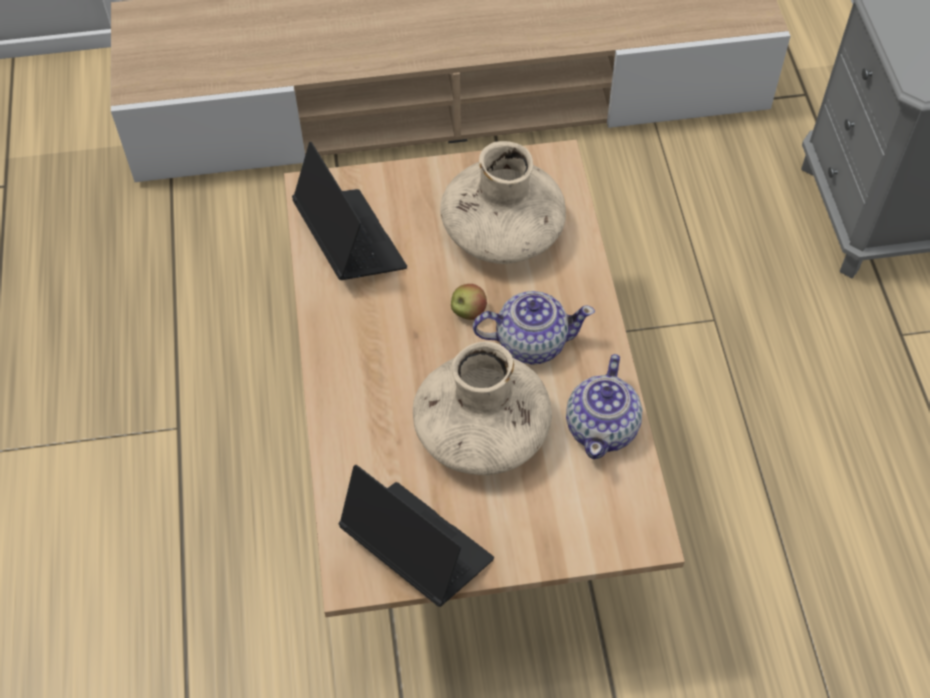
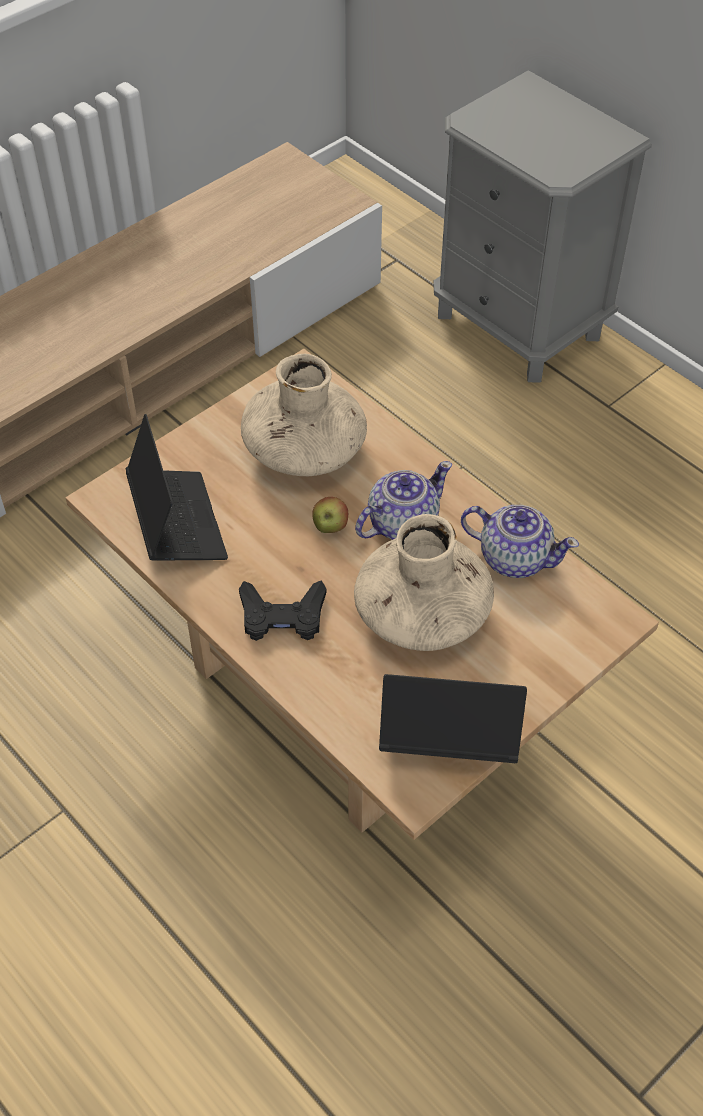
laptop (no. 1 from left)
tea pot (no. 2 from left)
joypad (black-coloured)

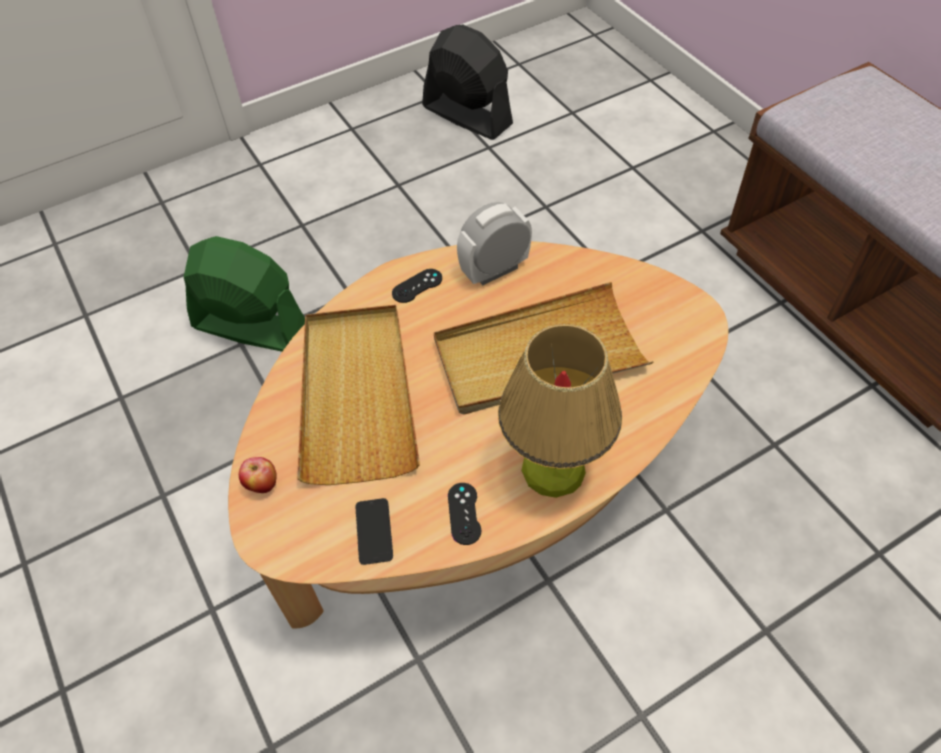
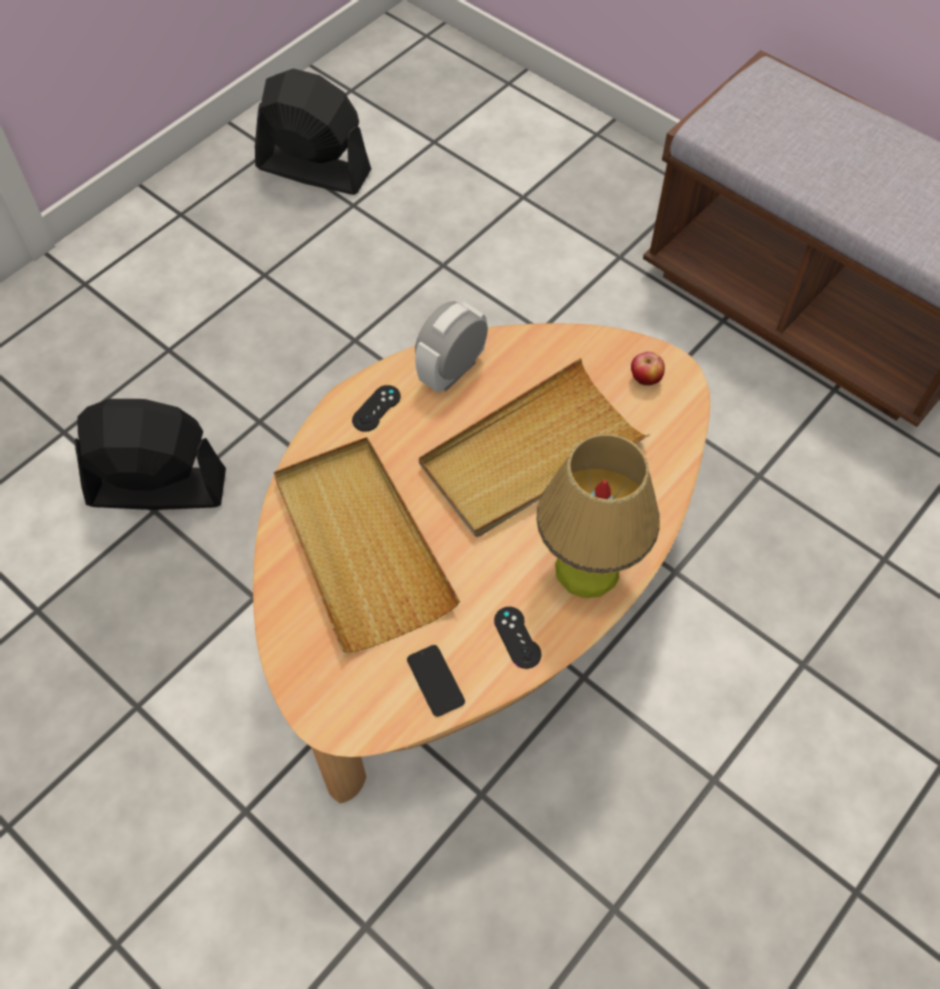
fan (black-coloured) (no. 1 from left)
whole apple

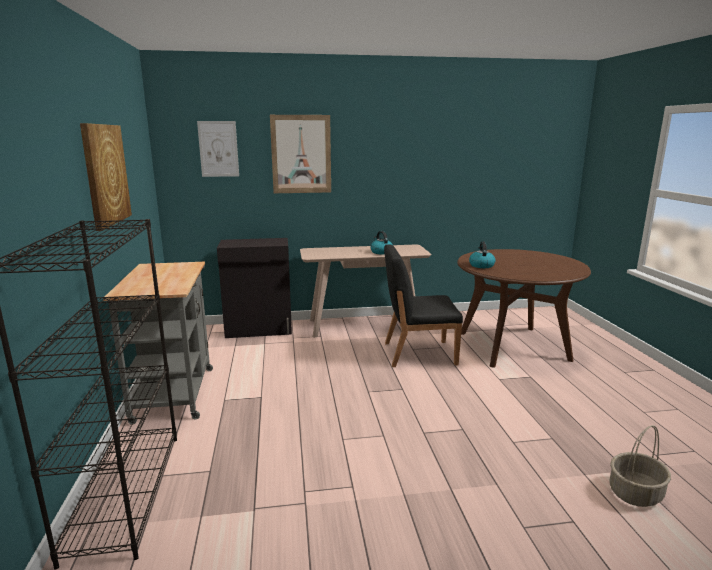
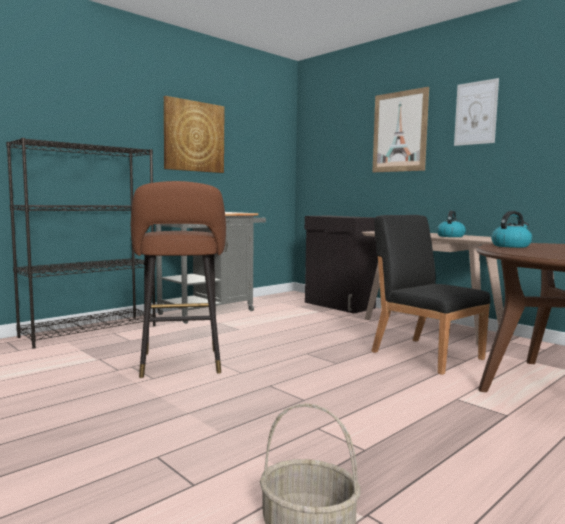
wall picture (no. 3 from left)
stool seat (brownish)

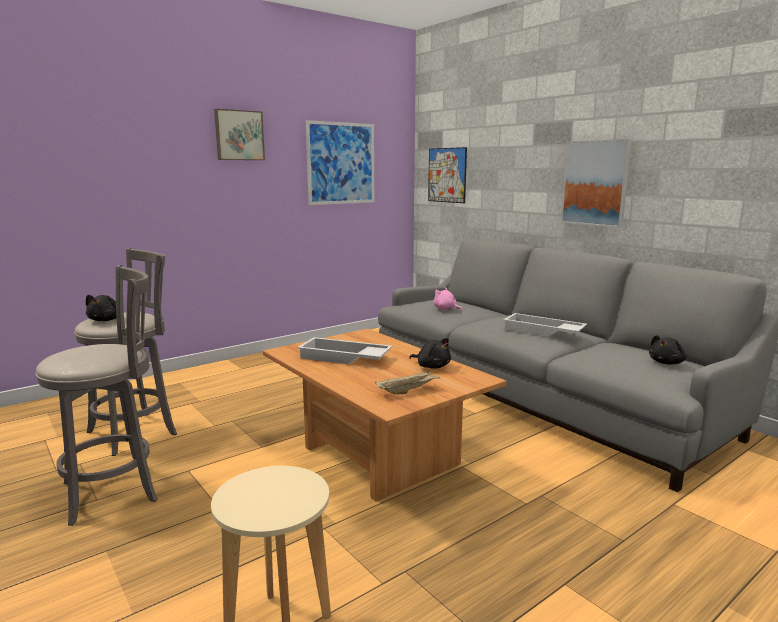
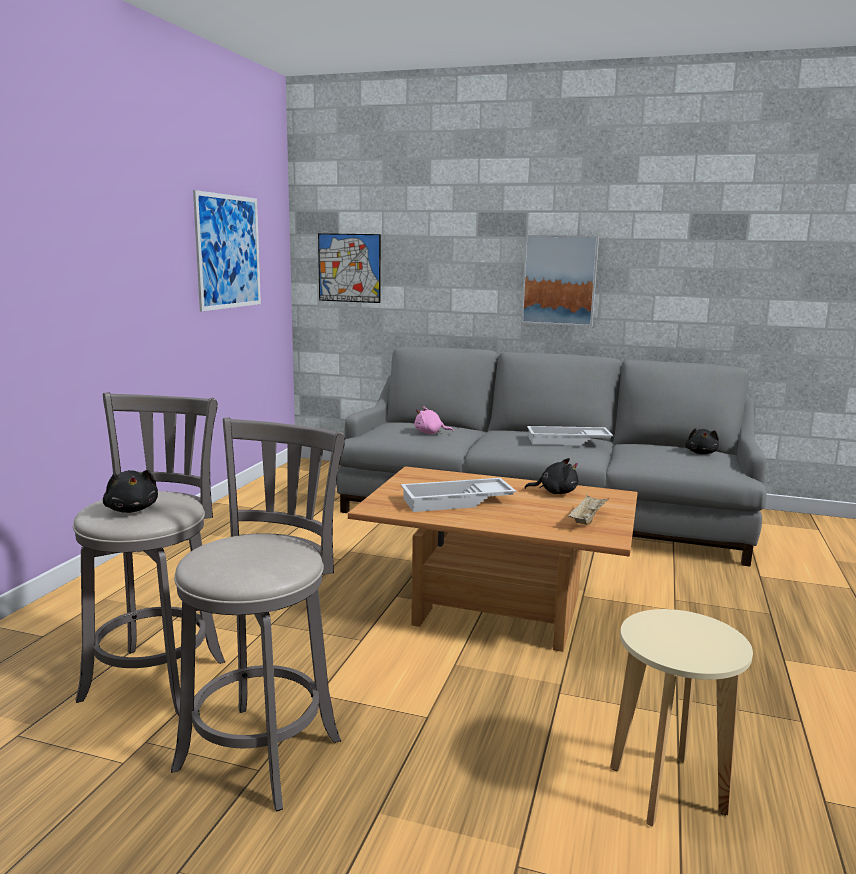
wall picture (no. 1 from left in the first image)

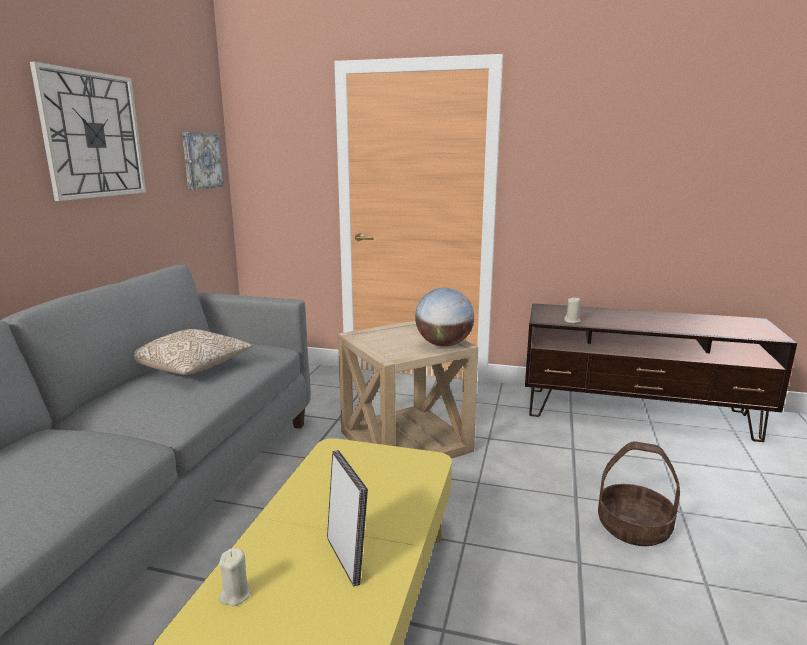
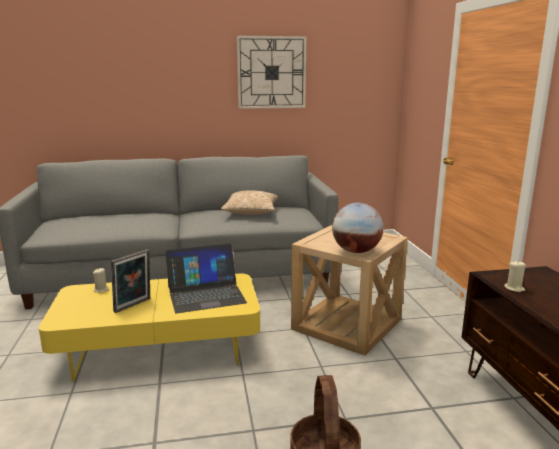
wall picture
laptop

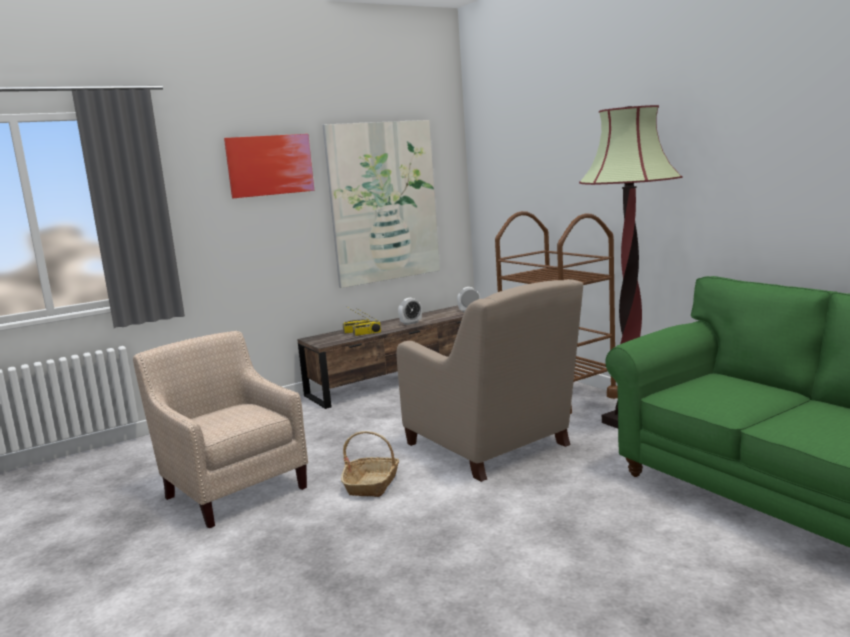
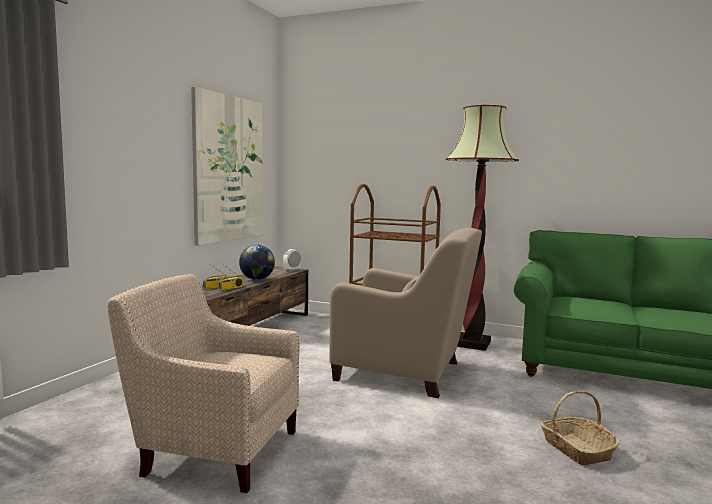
wall picture (no. 1 from left in the first image)
basket
globe

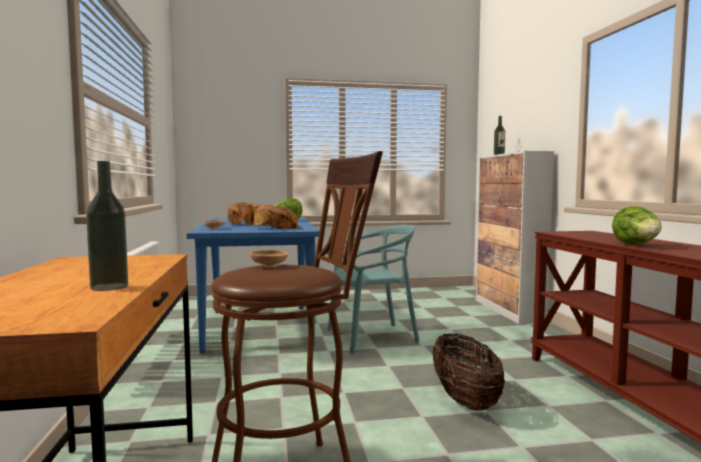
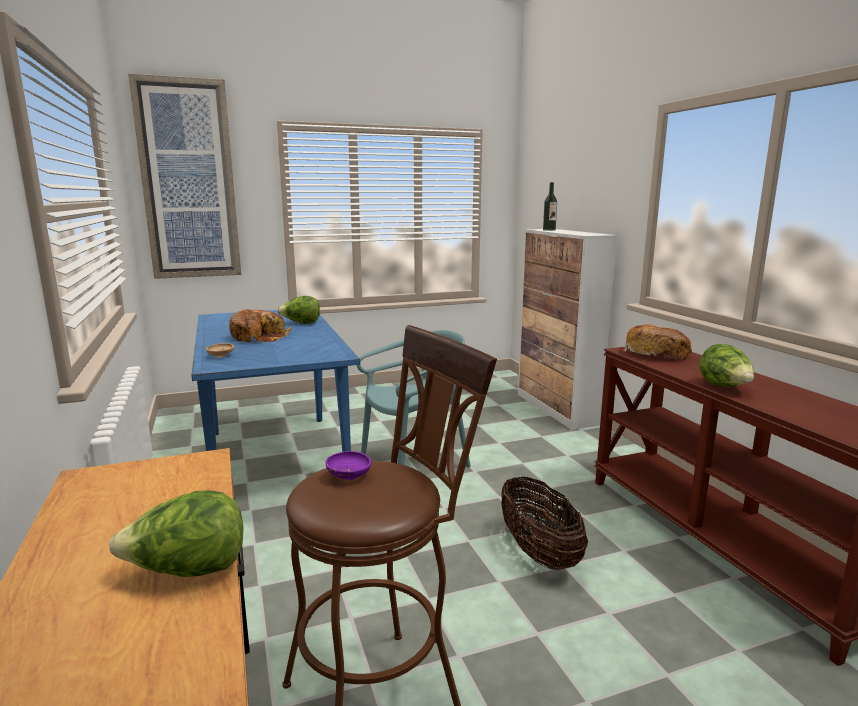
lettuce head (no. 1 from left)
deep dish (purple-coloured)
baked bread (no. 2 from left)
wall picture

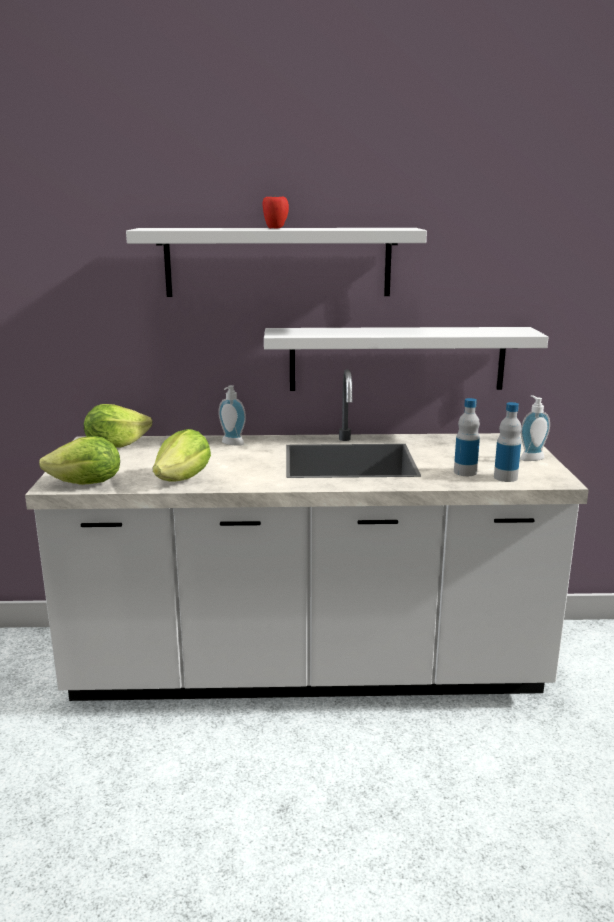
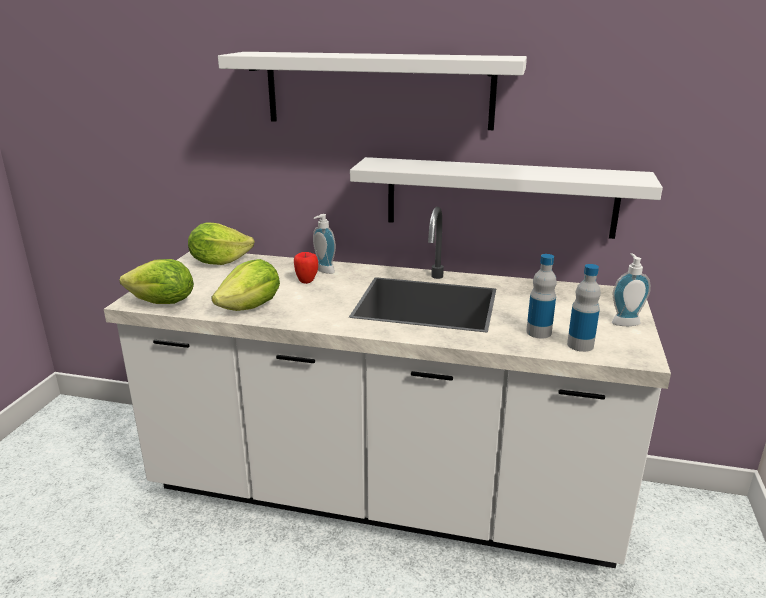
whole apple

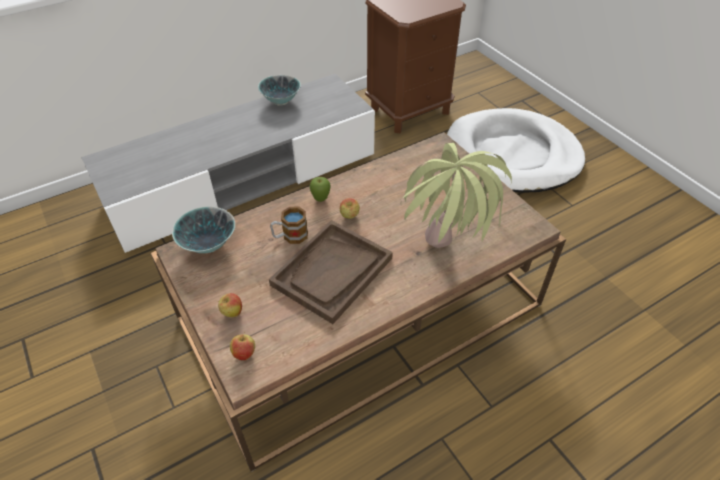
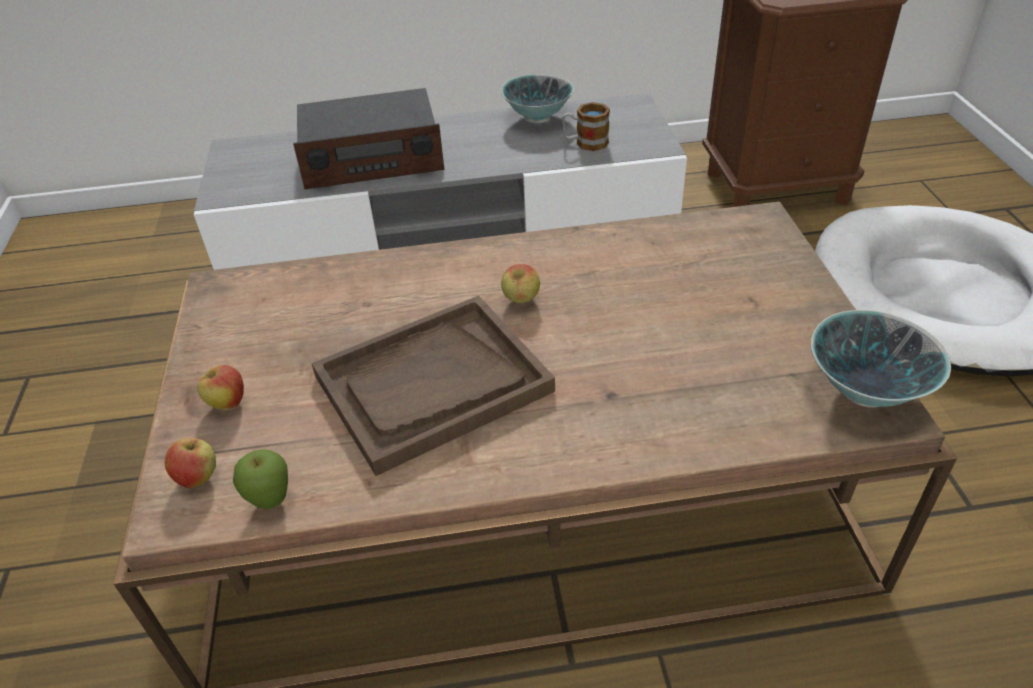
deep dish (no. 2 from left)
coffee mug
whole apple (no. 3 from left)
potted plant
radio receiver

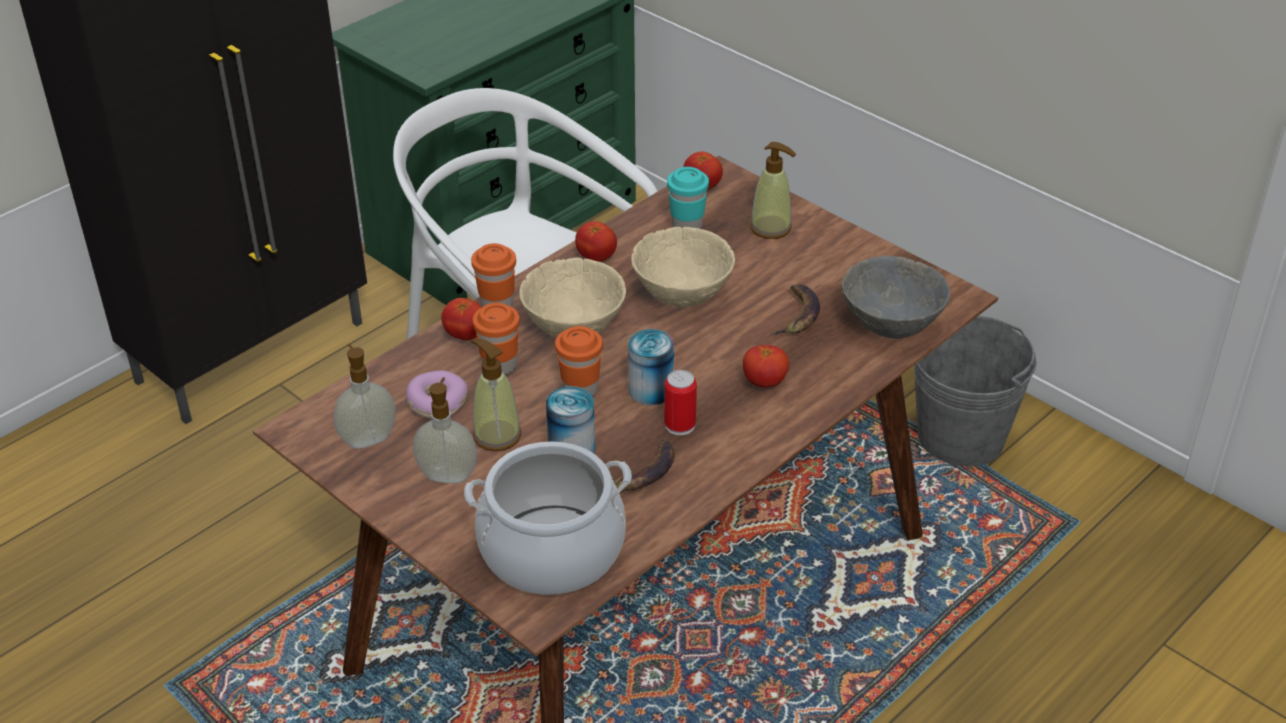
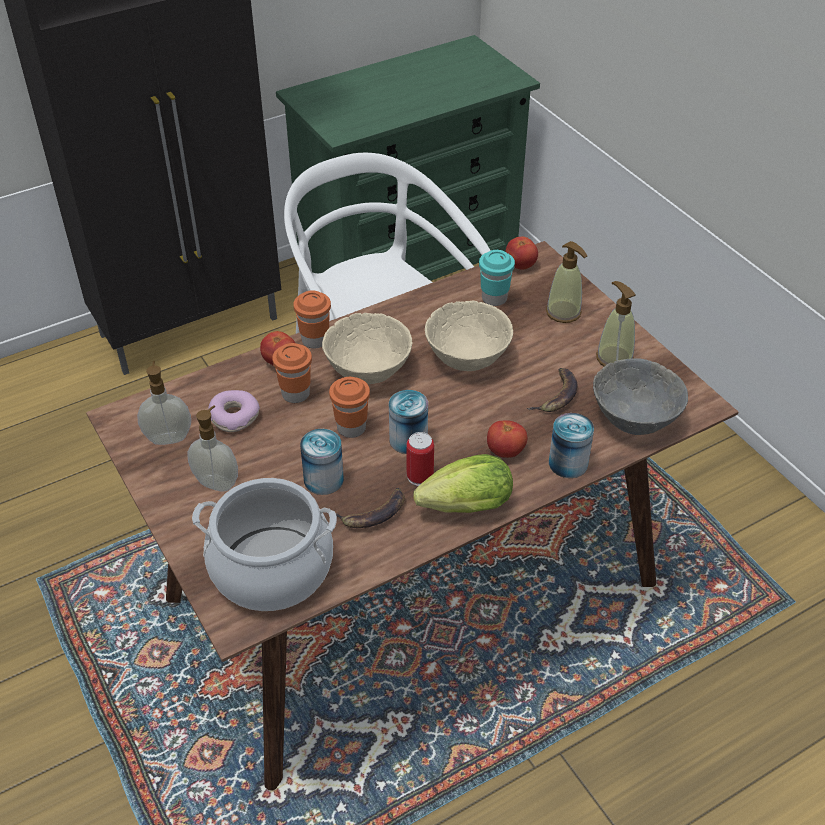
soap bottle (no. 4 from left)
fresh tomato (no. 2 from left in the first image)
water bucket (greyish)
lettuce head
metal can (no. 4 from left)

